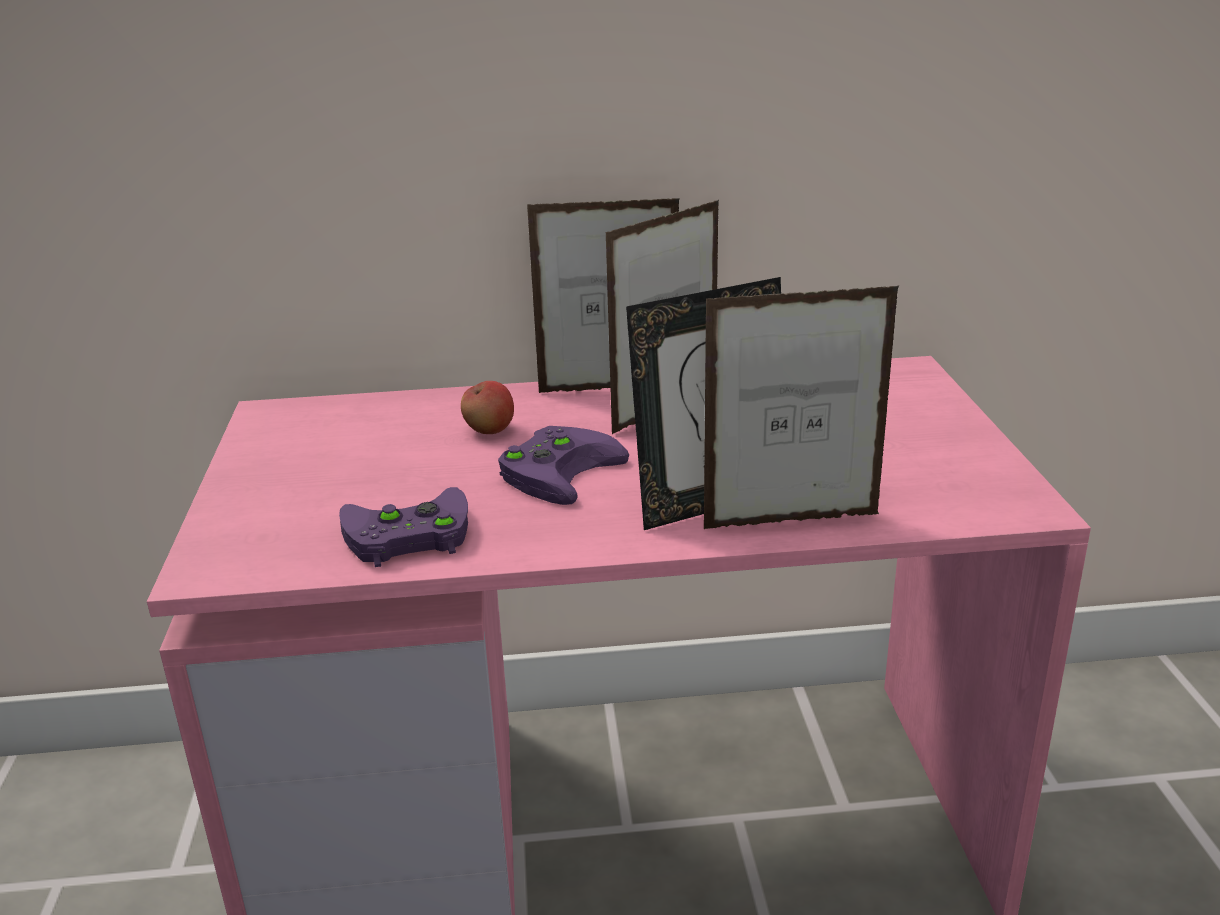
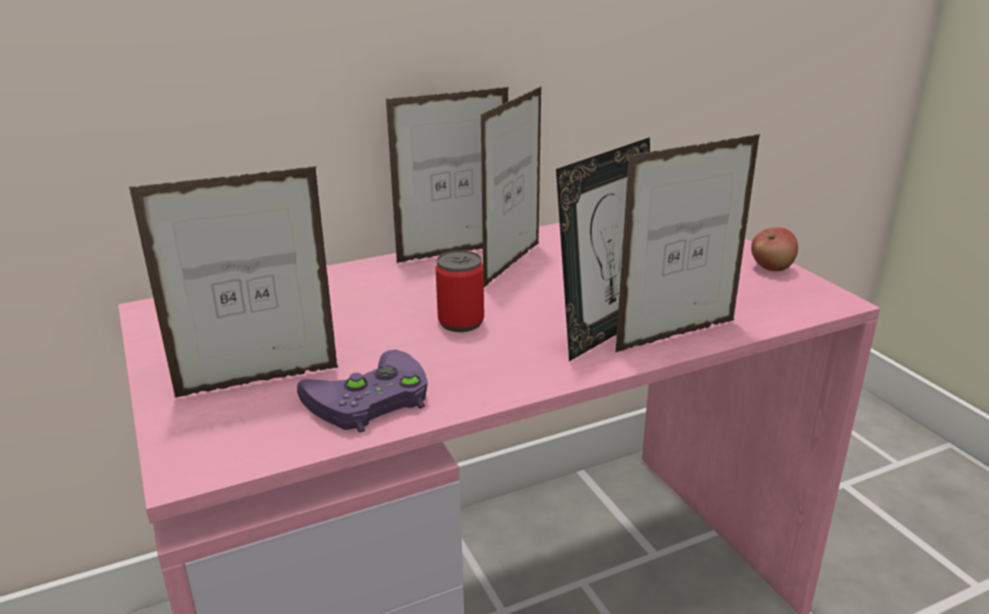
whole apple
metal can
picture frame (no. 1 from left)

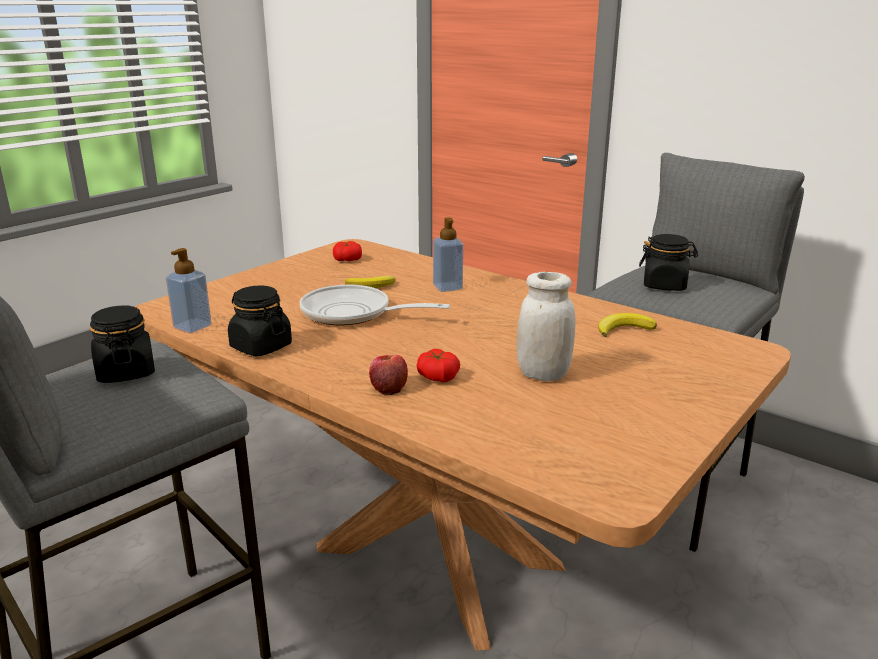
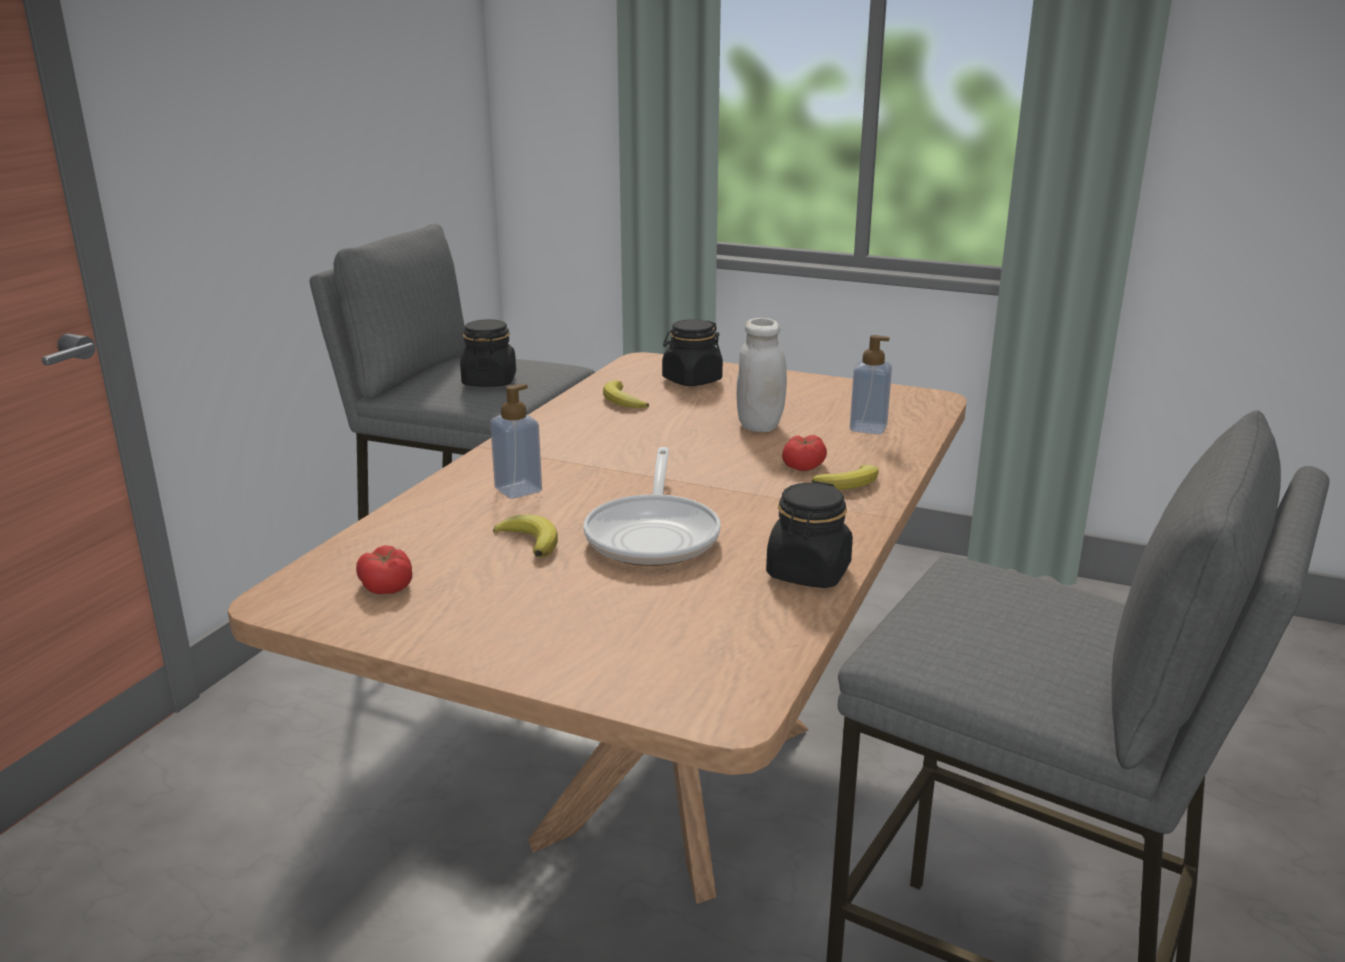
jar (black-coloured) (no. 2 from left)
soap bottle (no. 2 from left)
banana (no. 3 from left)

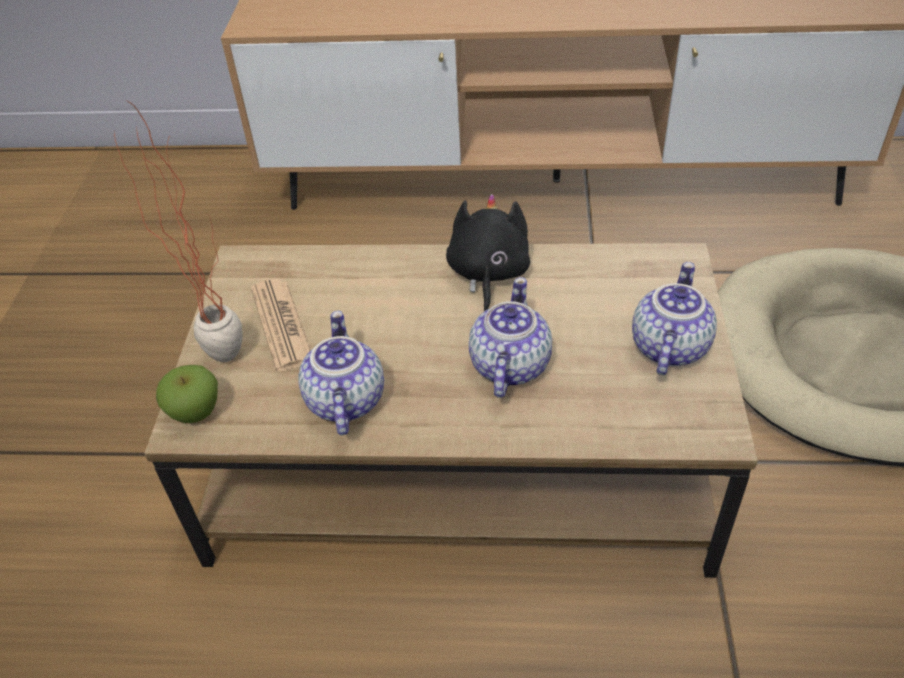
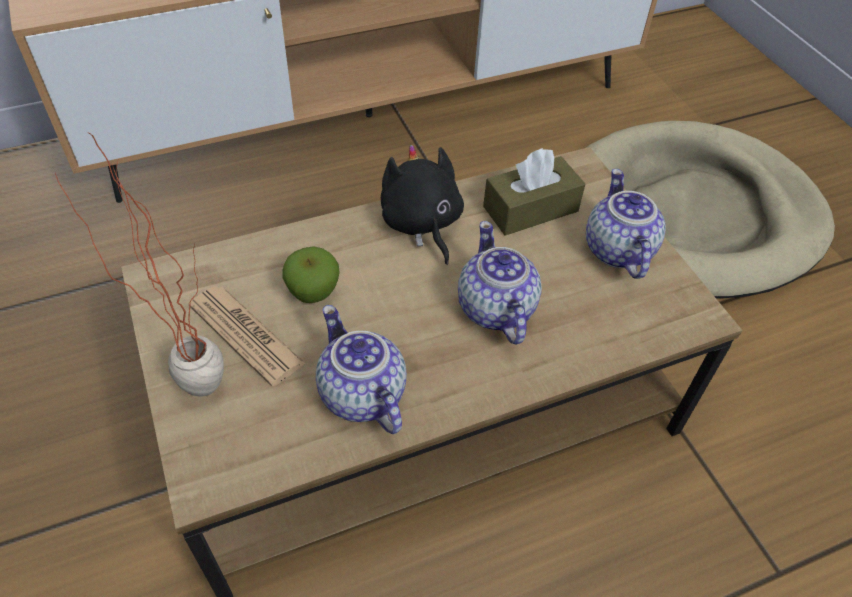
whole apple
box of tissues (brownish)

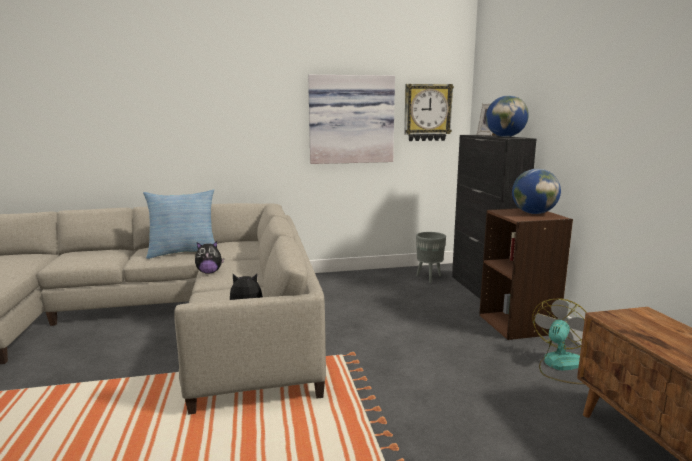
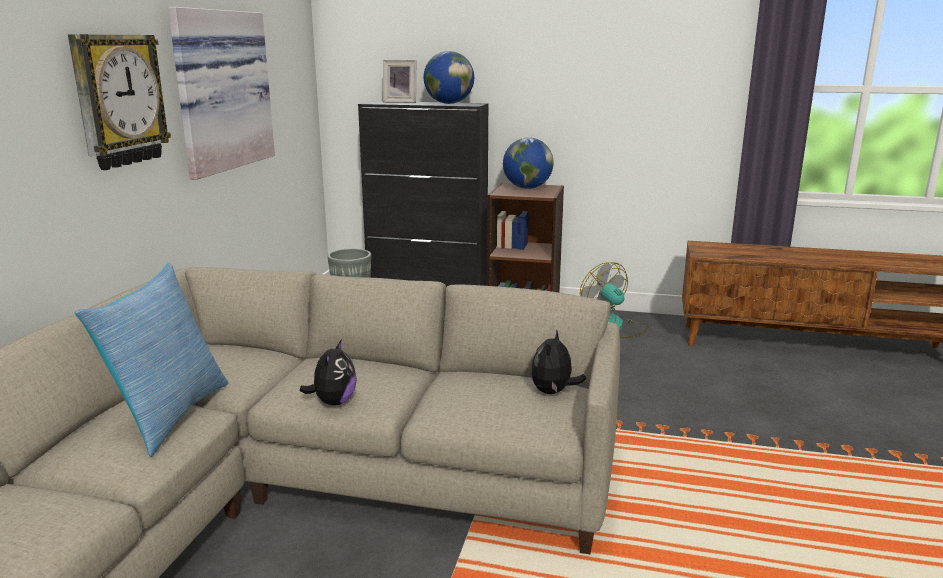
hanging clock

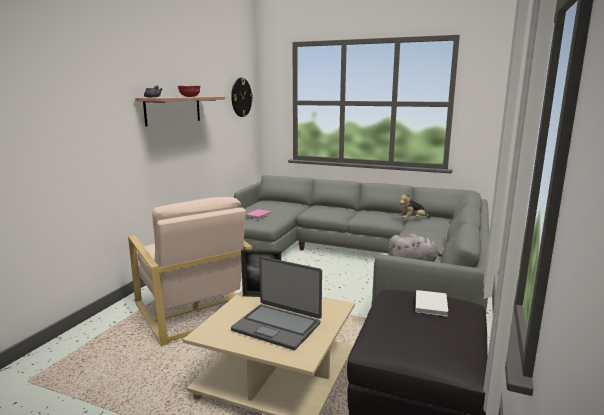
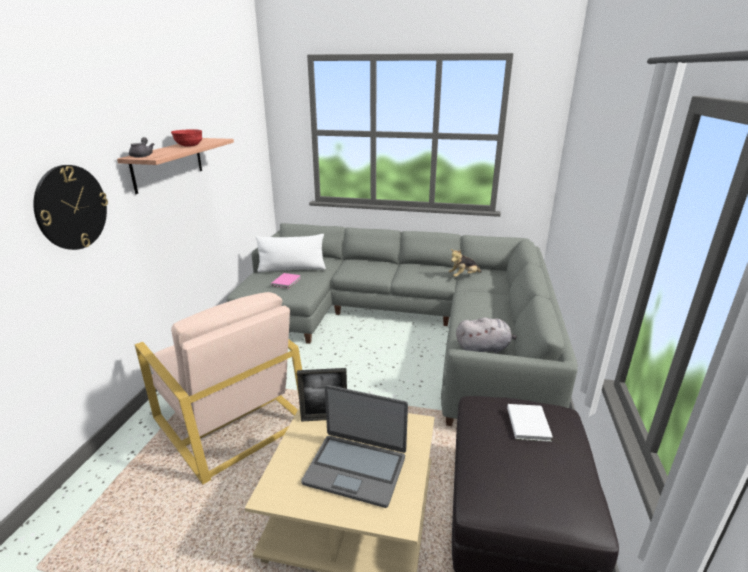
hanging clock
throw pillow (white)

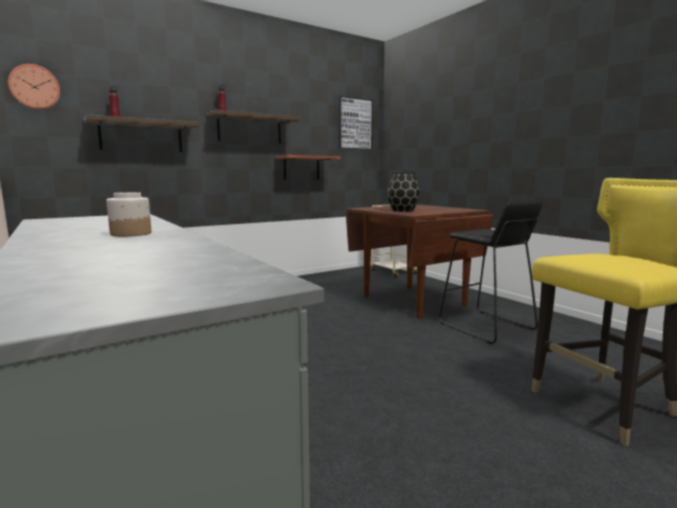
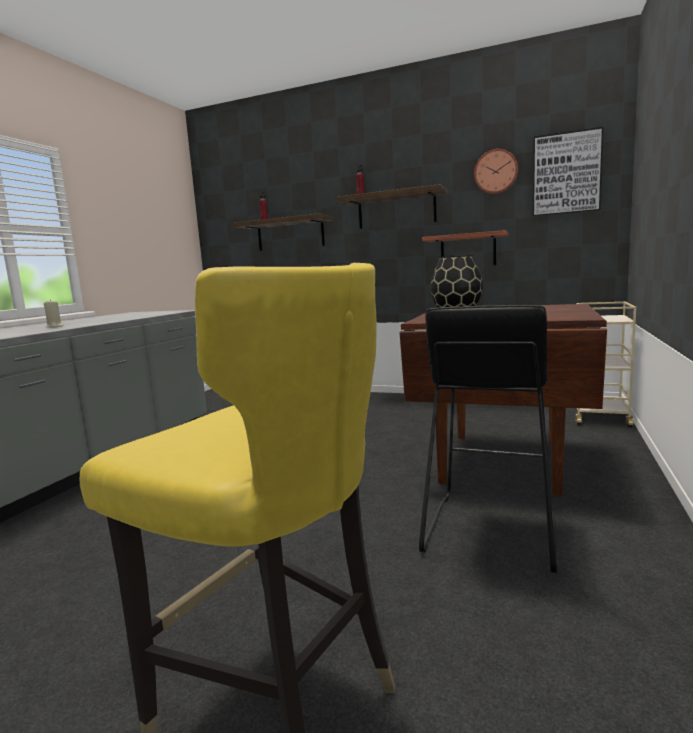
hanging clock
candle (beige)

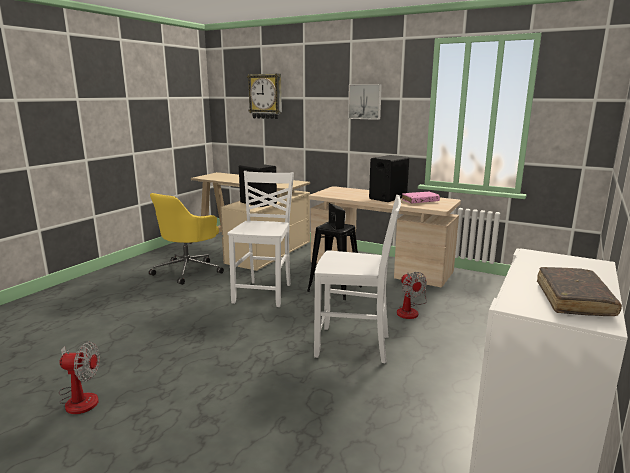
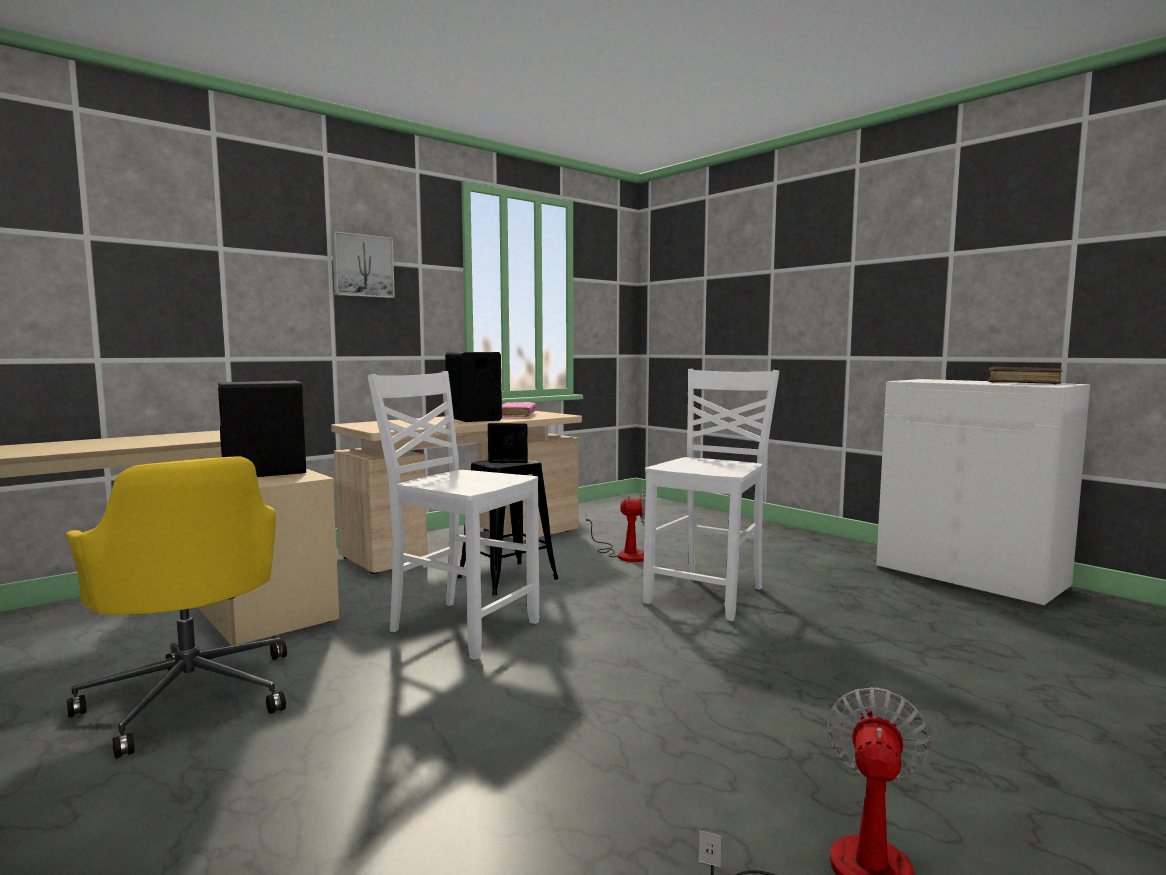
hanging clock

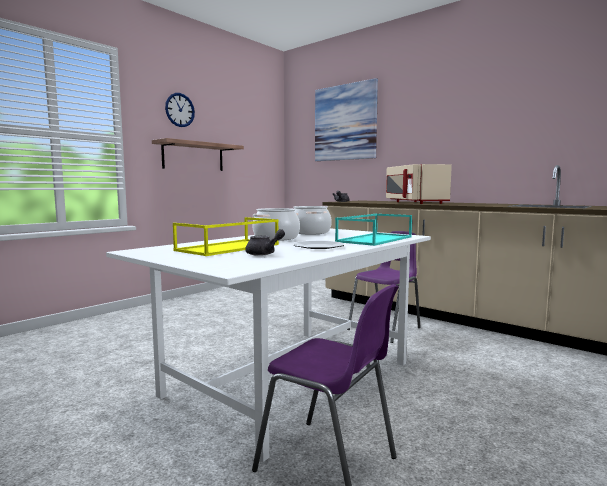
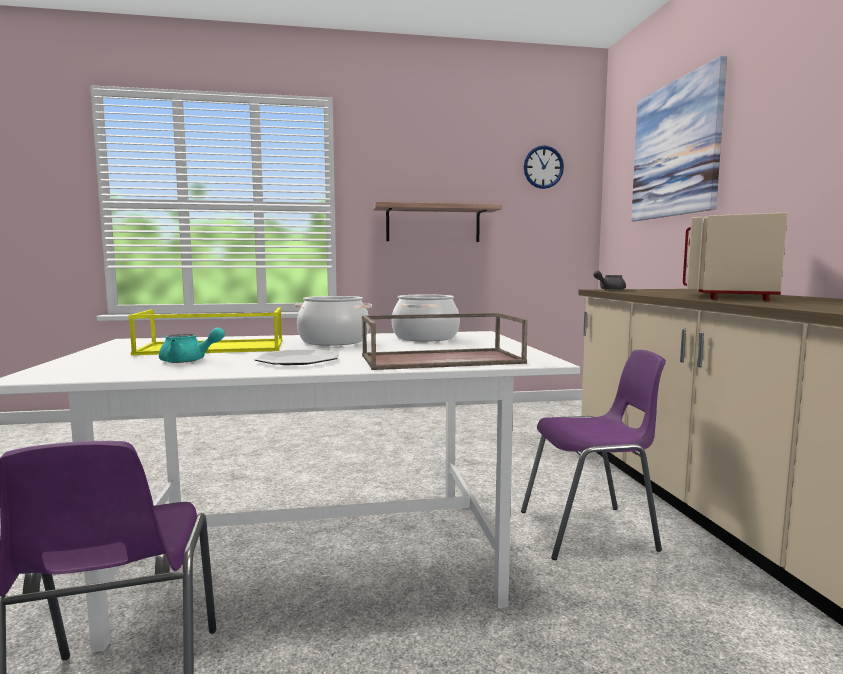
hanging clock
tea pot (turquoise-coloured)
serving tray (brownish)

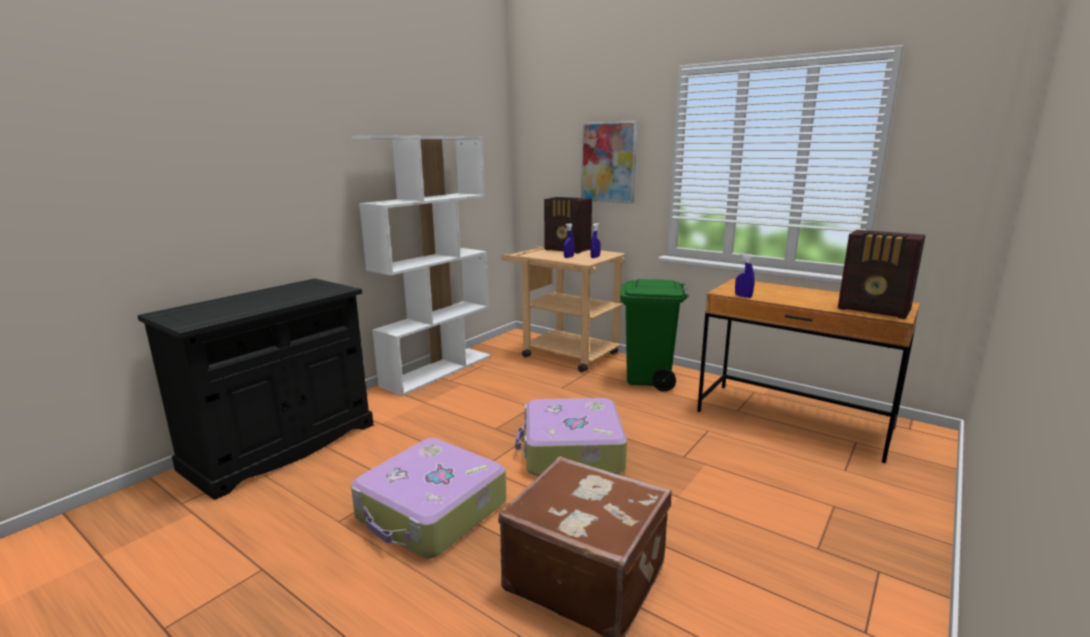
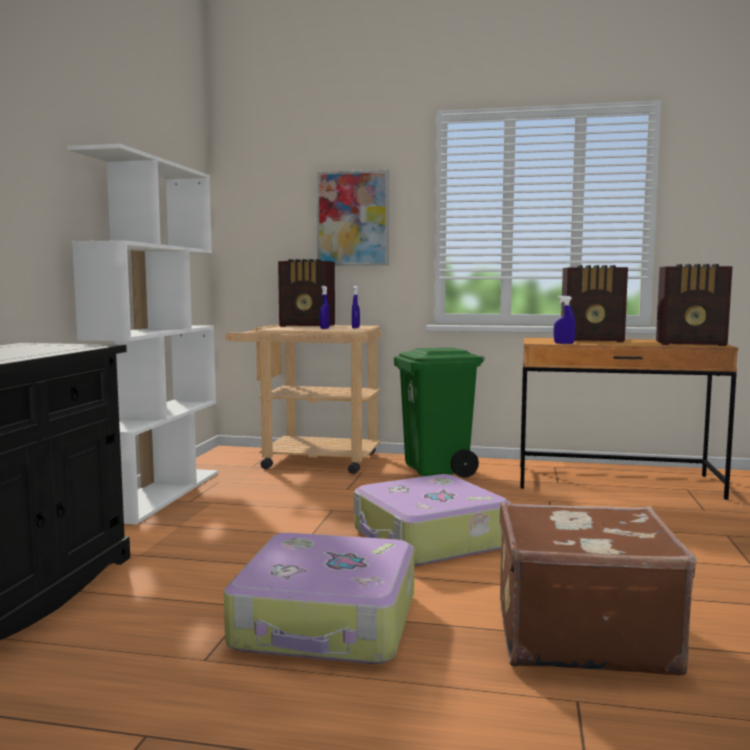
radio receiver (no. 2 from left)

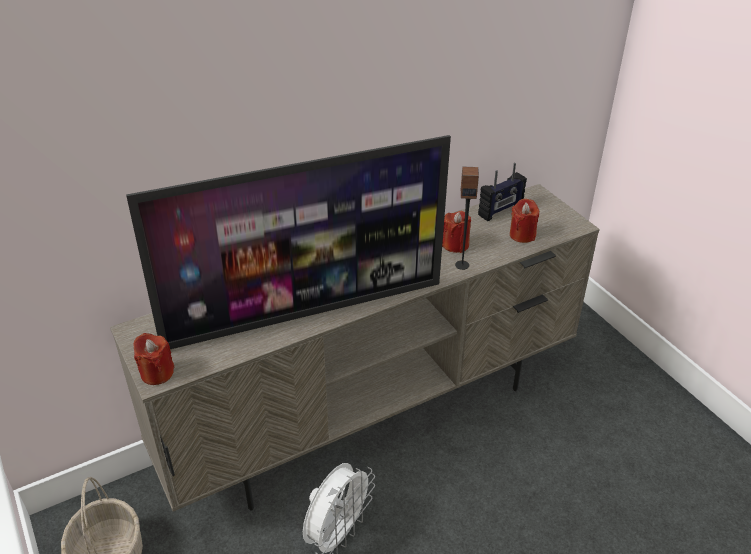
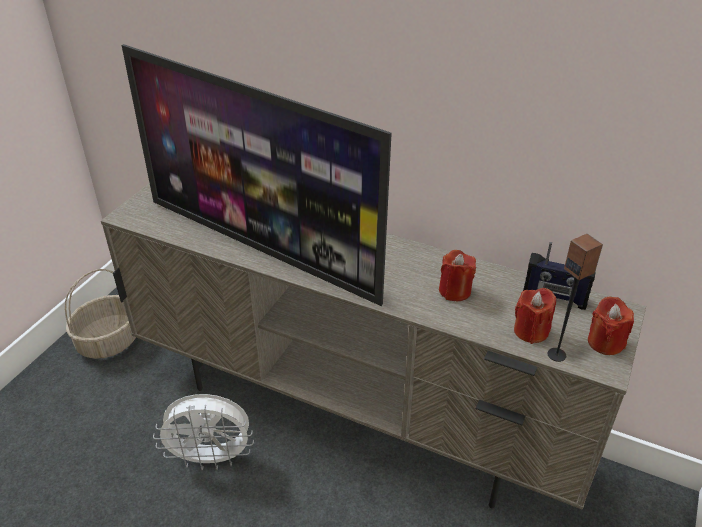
candle (red) (no. 3 from left)
speaker

